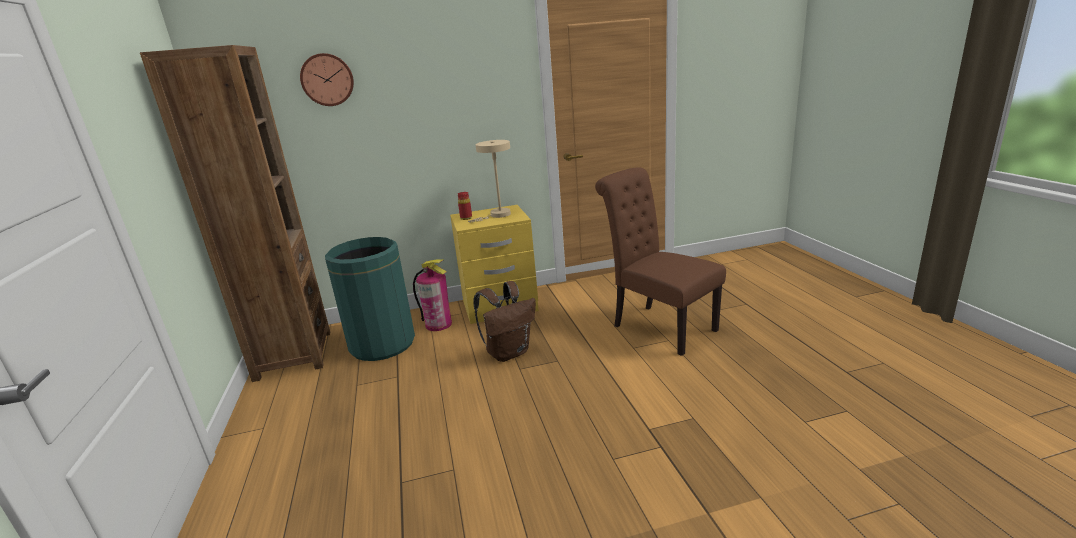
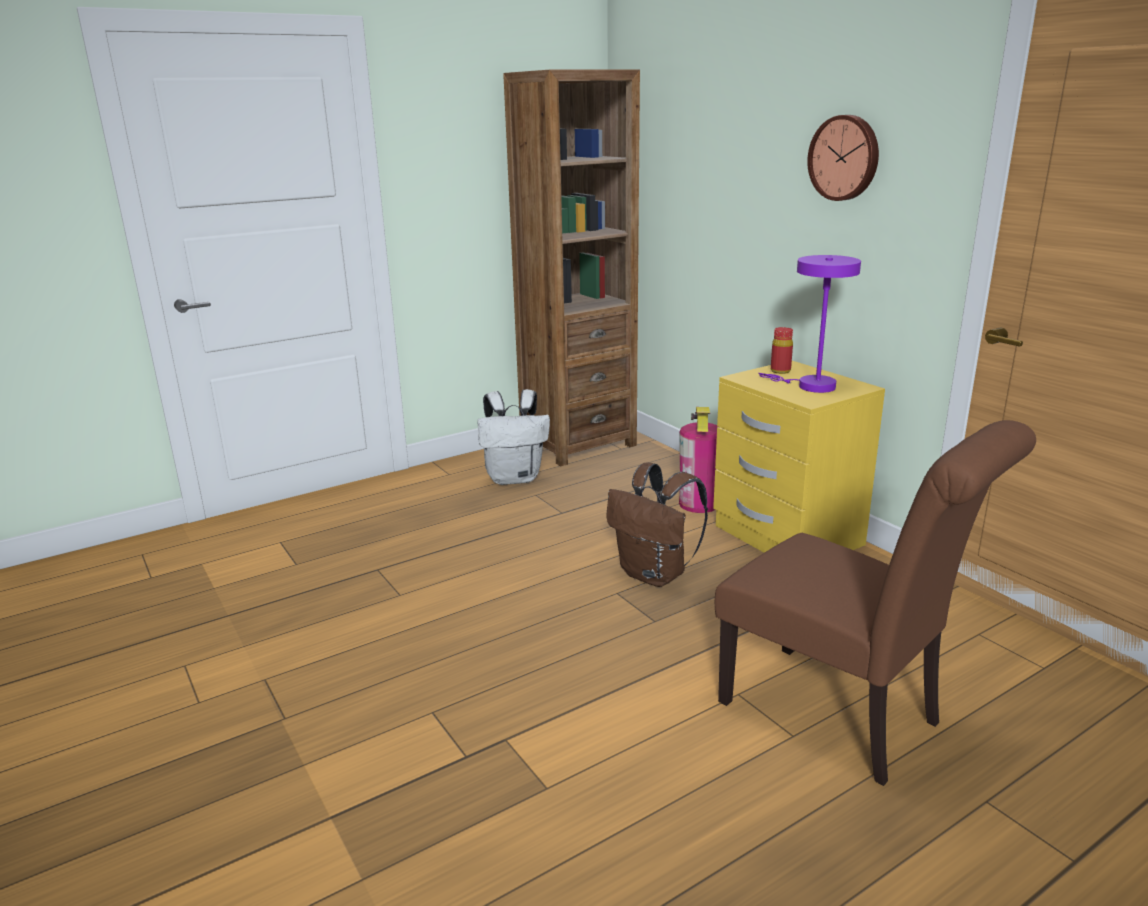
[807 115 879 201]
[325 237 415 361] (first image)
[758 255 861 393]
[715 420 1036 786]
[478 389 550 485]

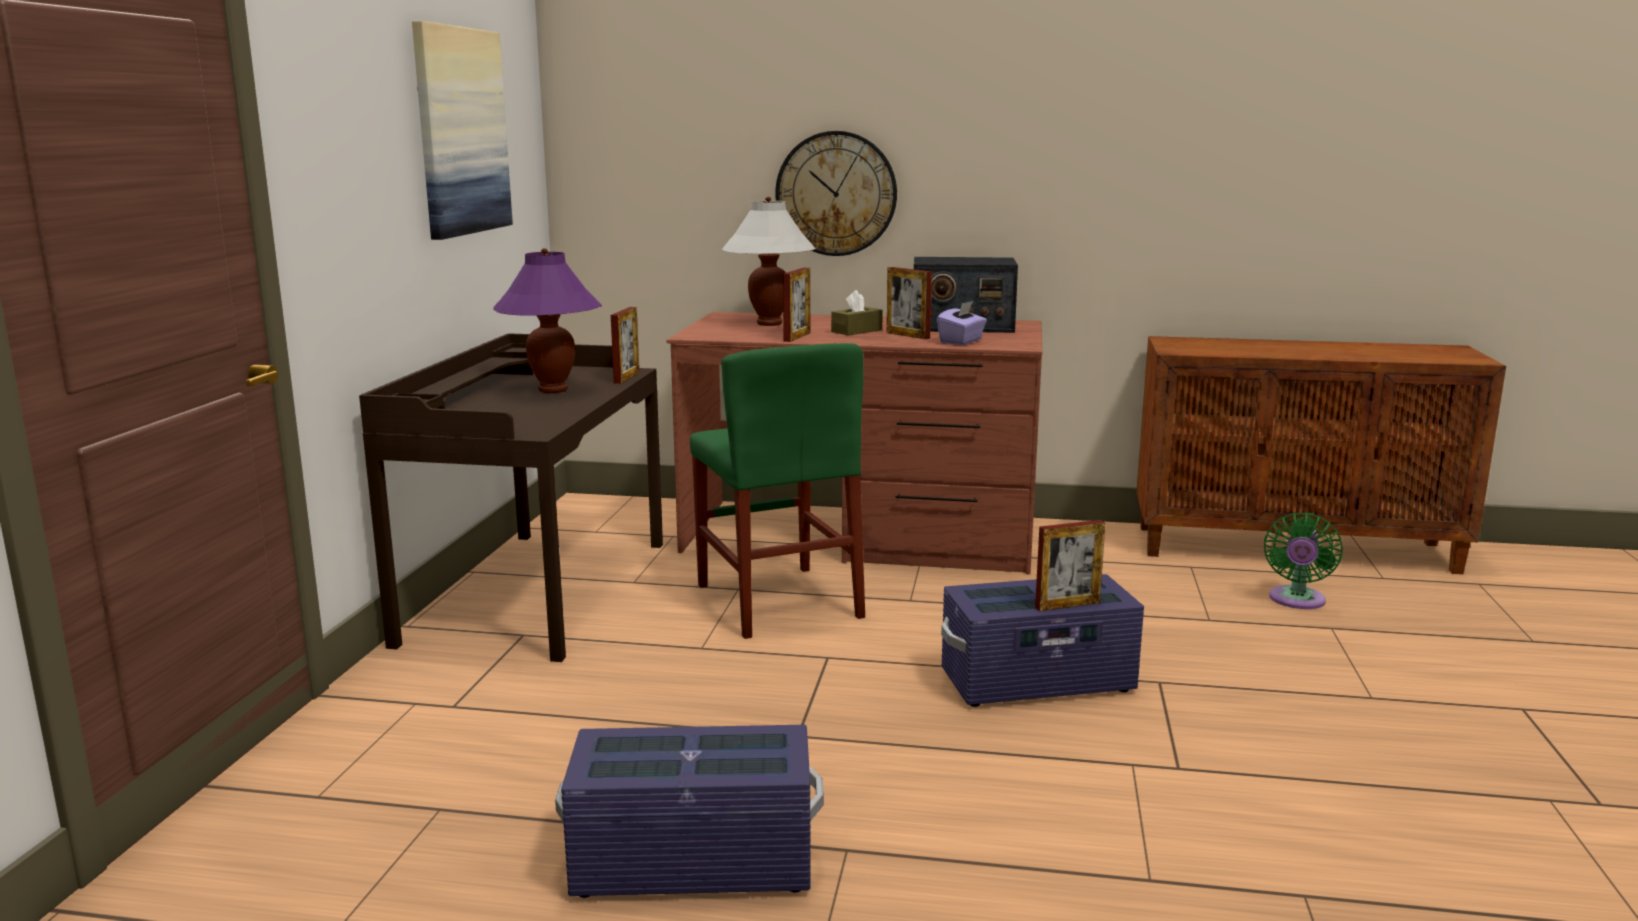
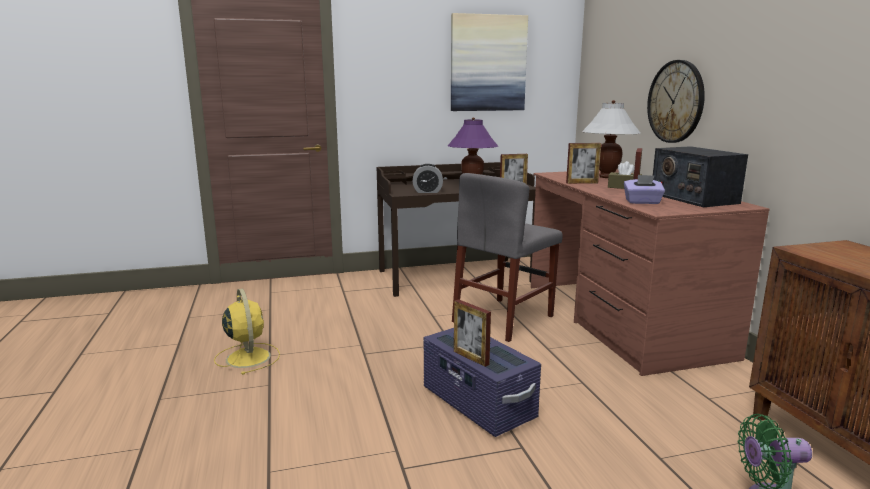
[214 288 280 375]
[452 173 563 342]
[413 164 443 193]

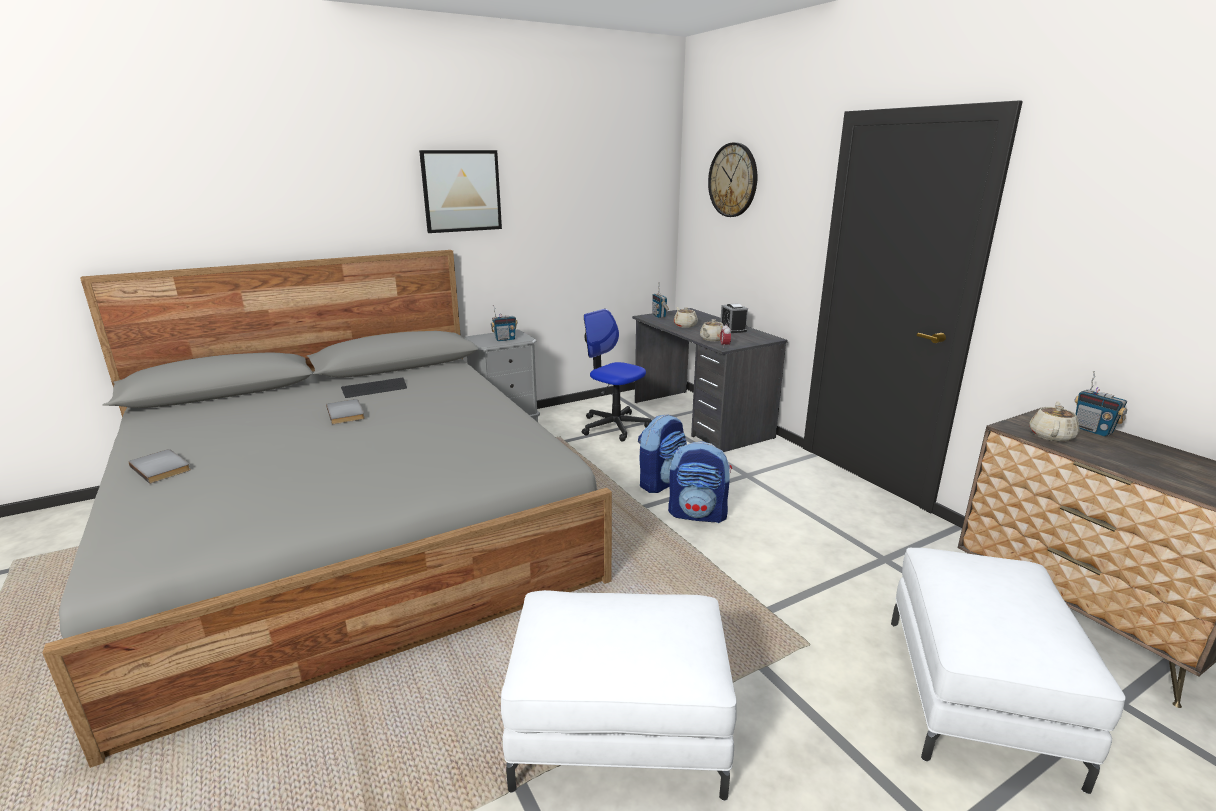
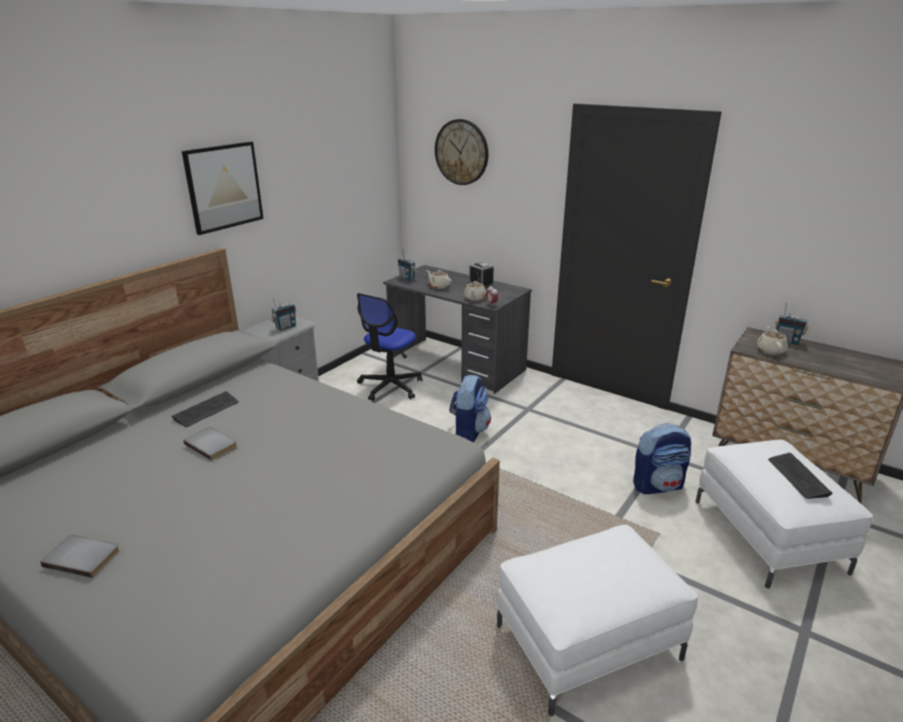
[357 293 422 401]
[633 423 691 494]
[768 453 833 499]

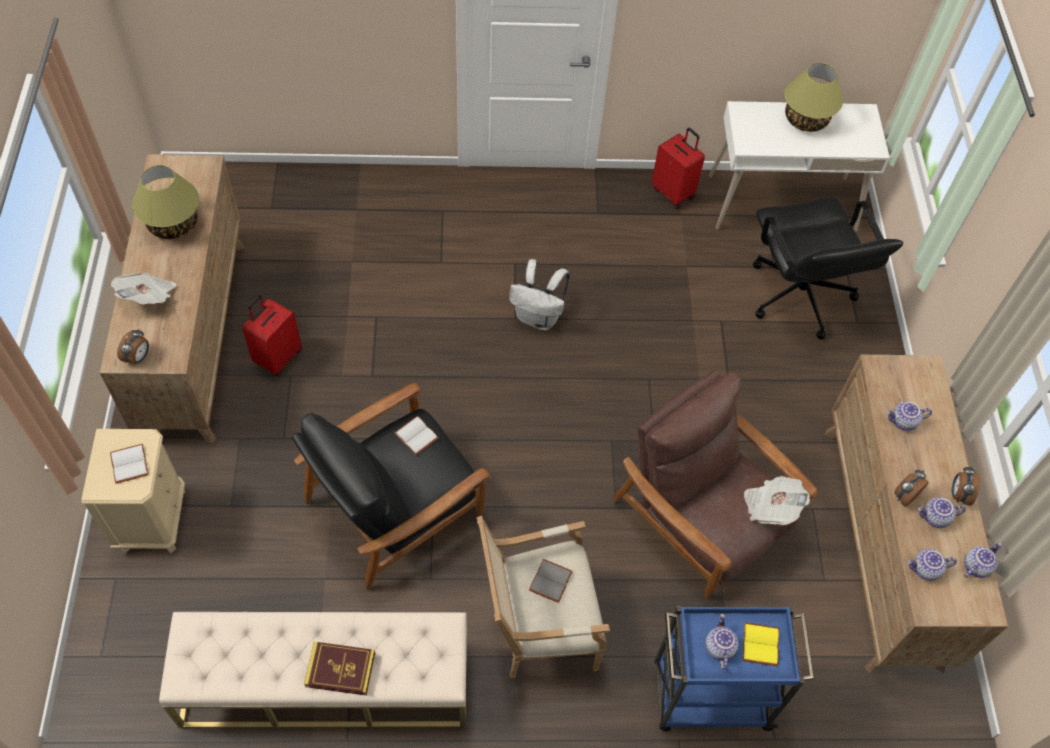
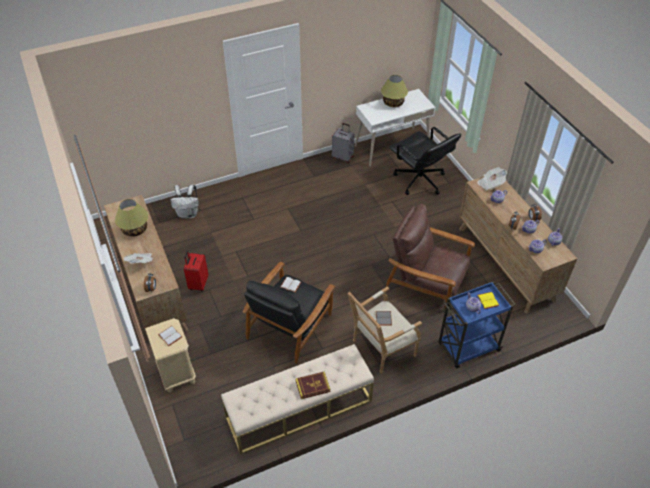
[170 184 199 218]
[332 123 354 163]
[477 167 507 191]

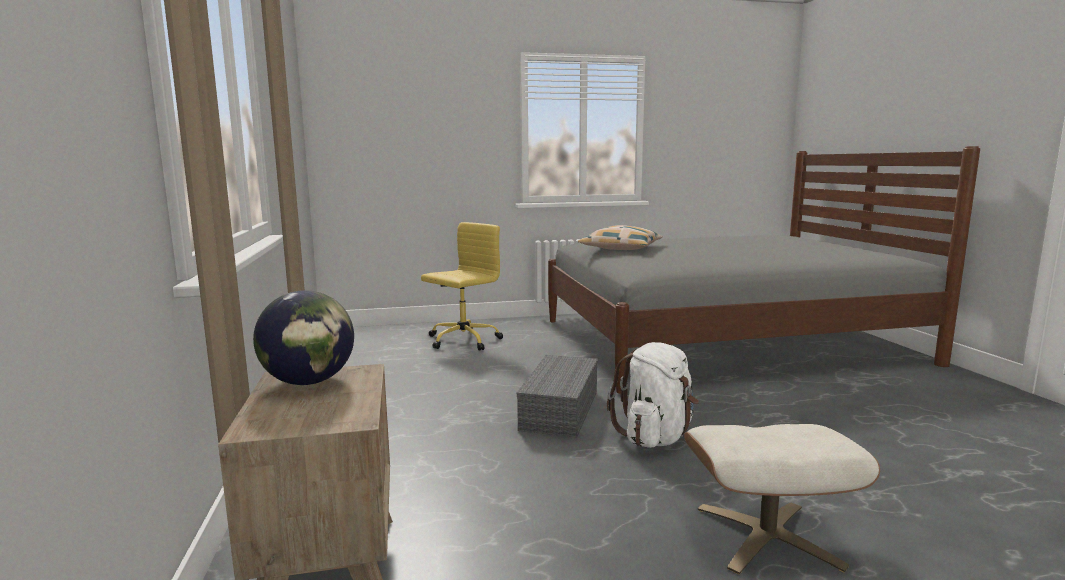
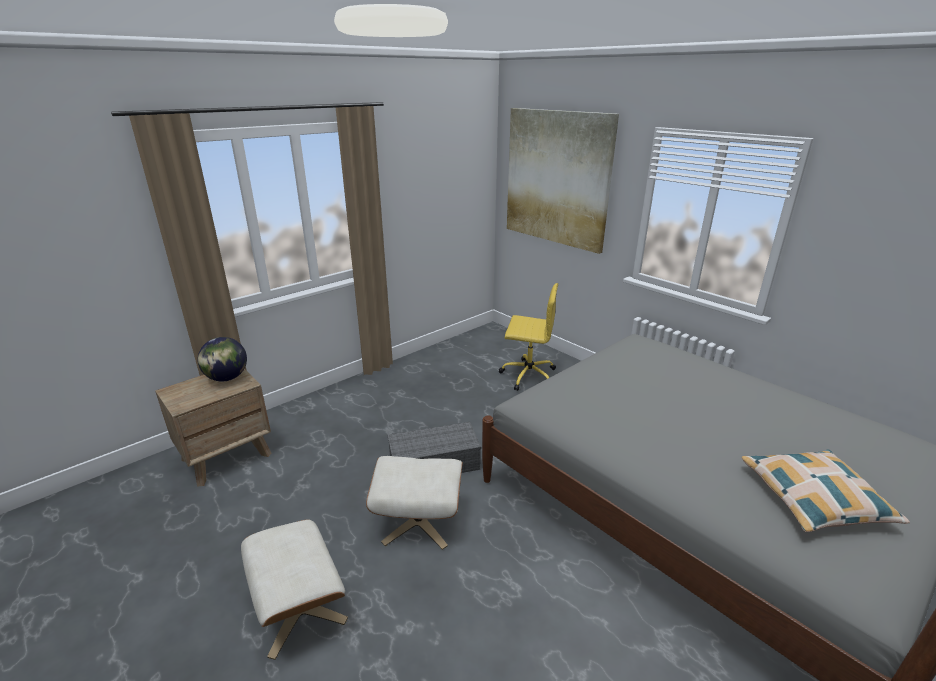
[742 450 910 532]
[366 456 463 550]
[507 108 619 254]

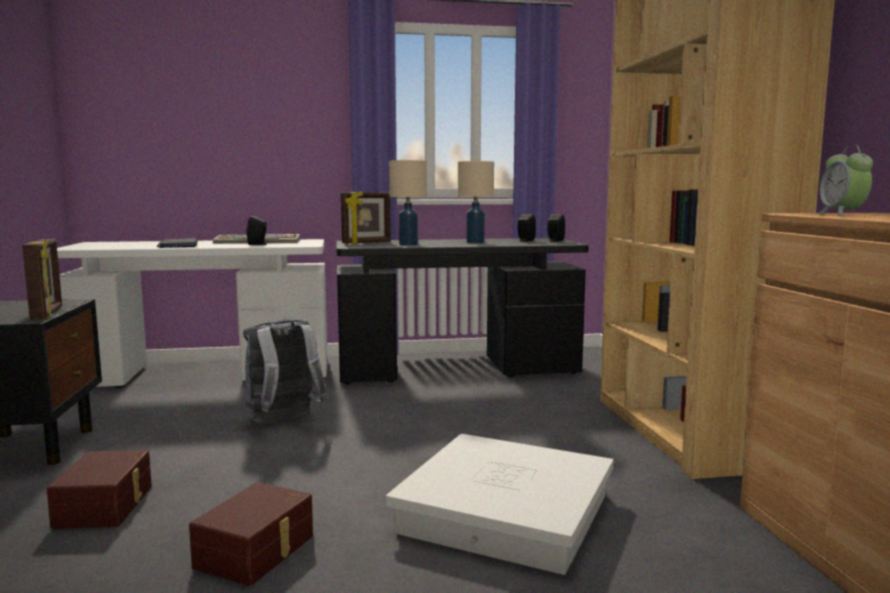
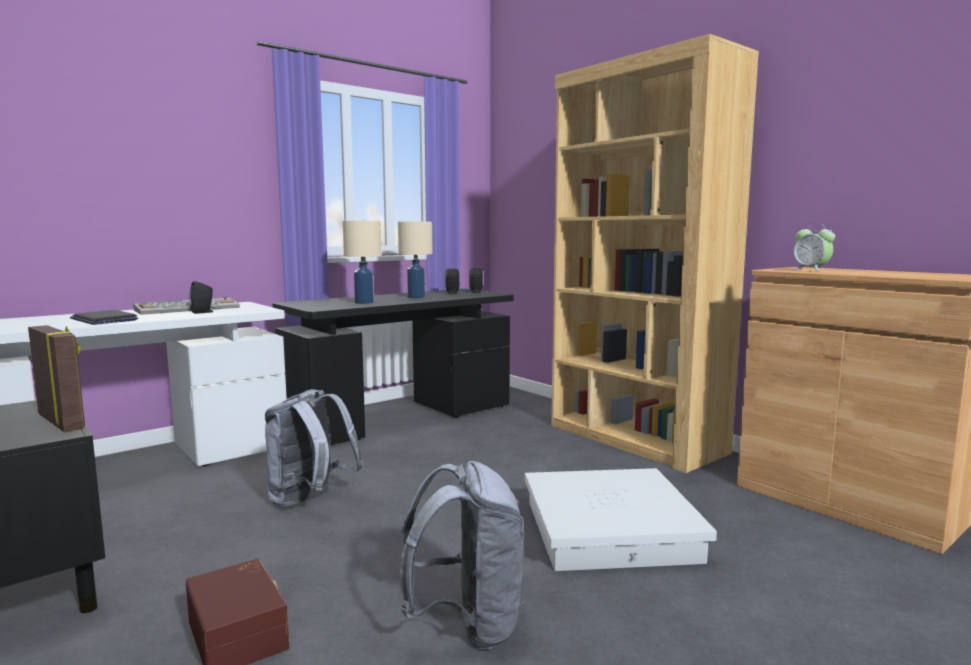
[400 461 524 649]
[341 191 391 244] (first image)

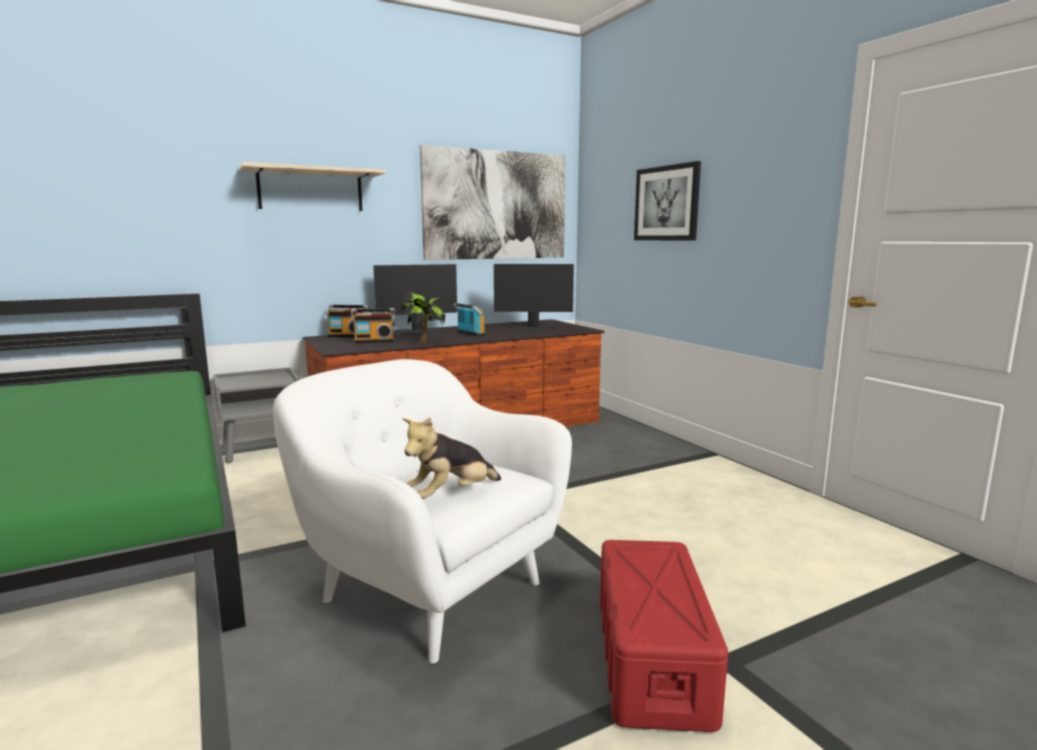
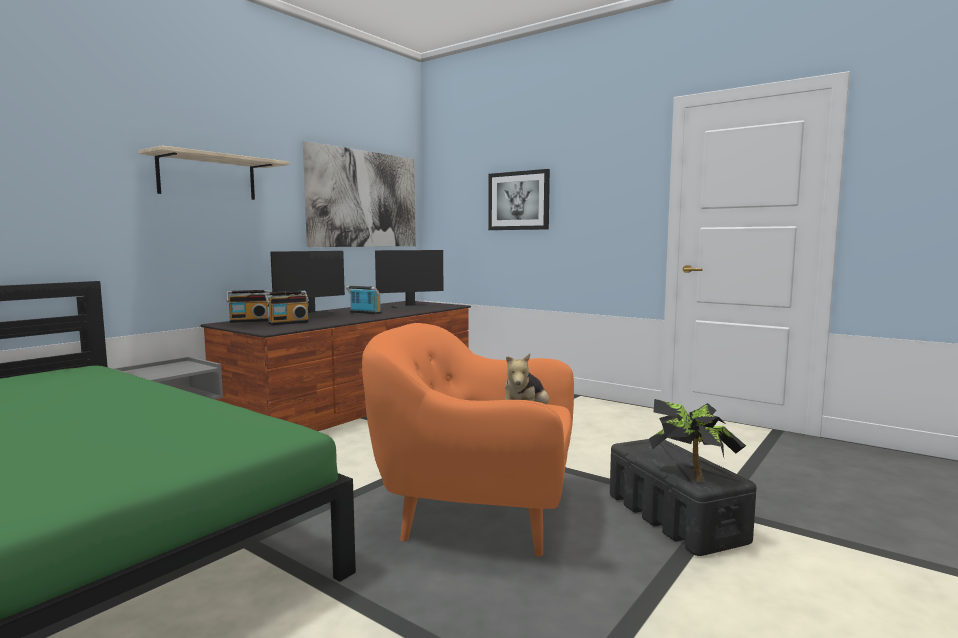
[362 323 574 557]
[649 399 746 482]
[610 439 757 556]

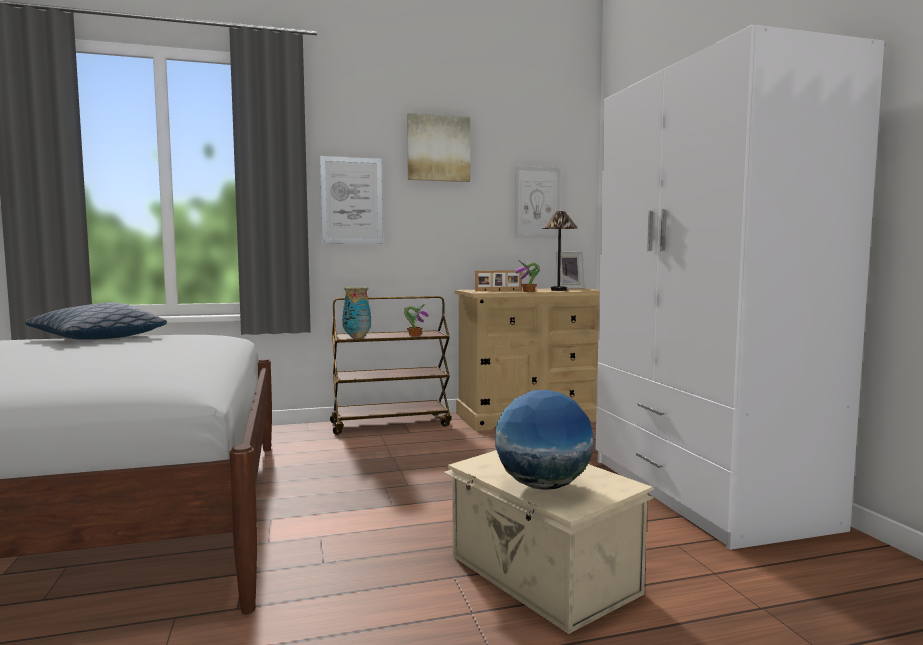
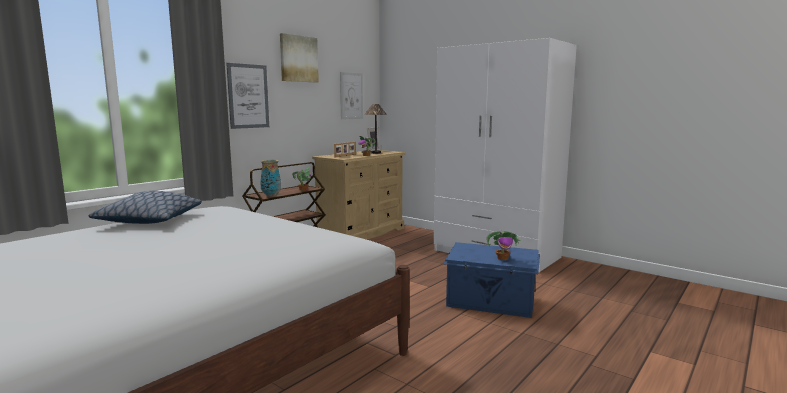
[443 242 540 318]
[486 231 521 260]

